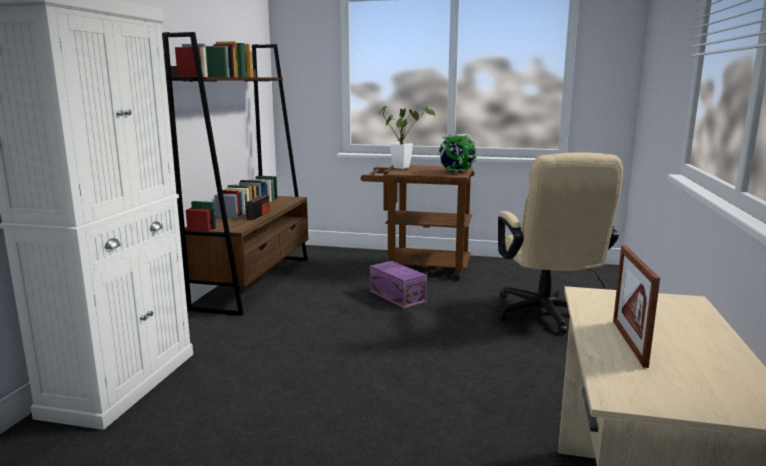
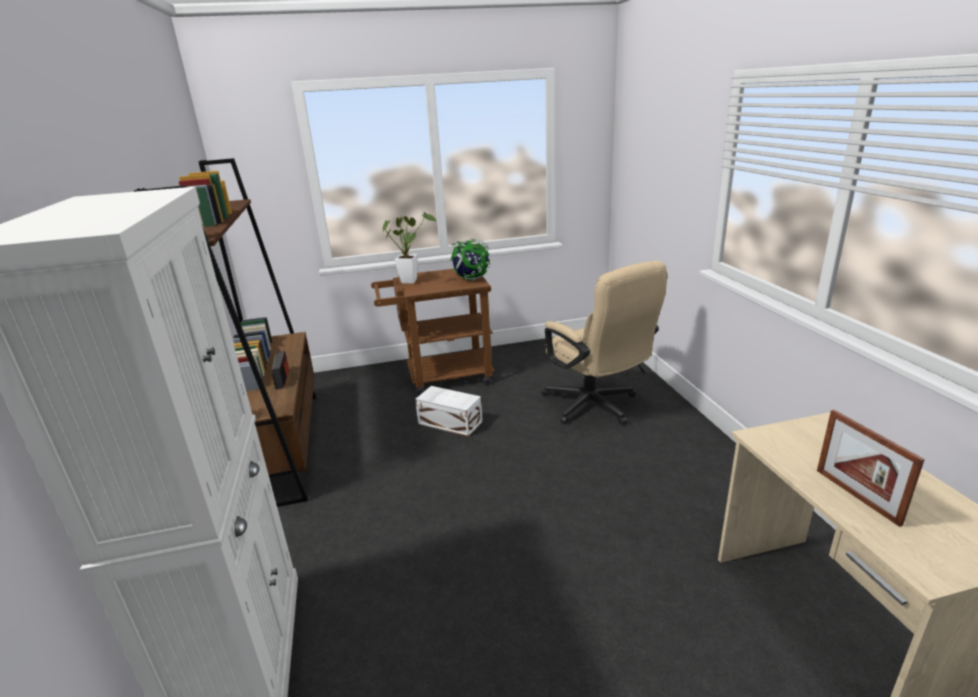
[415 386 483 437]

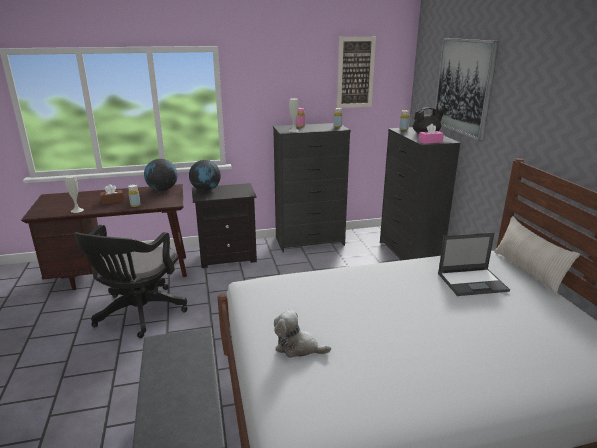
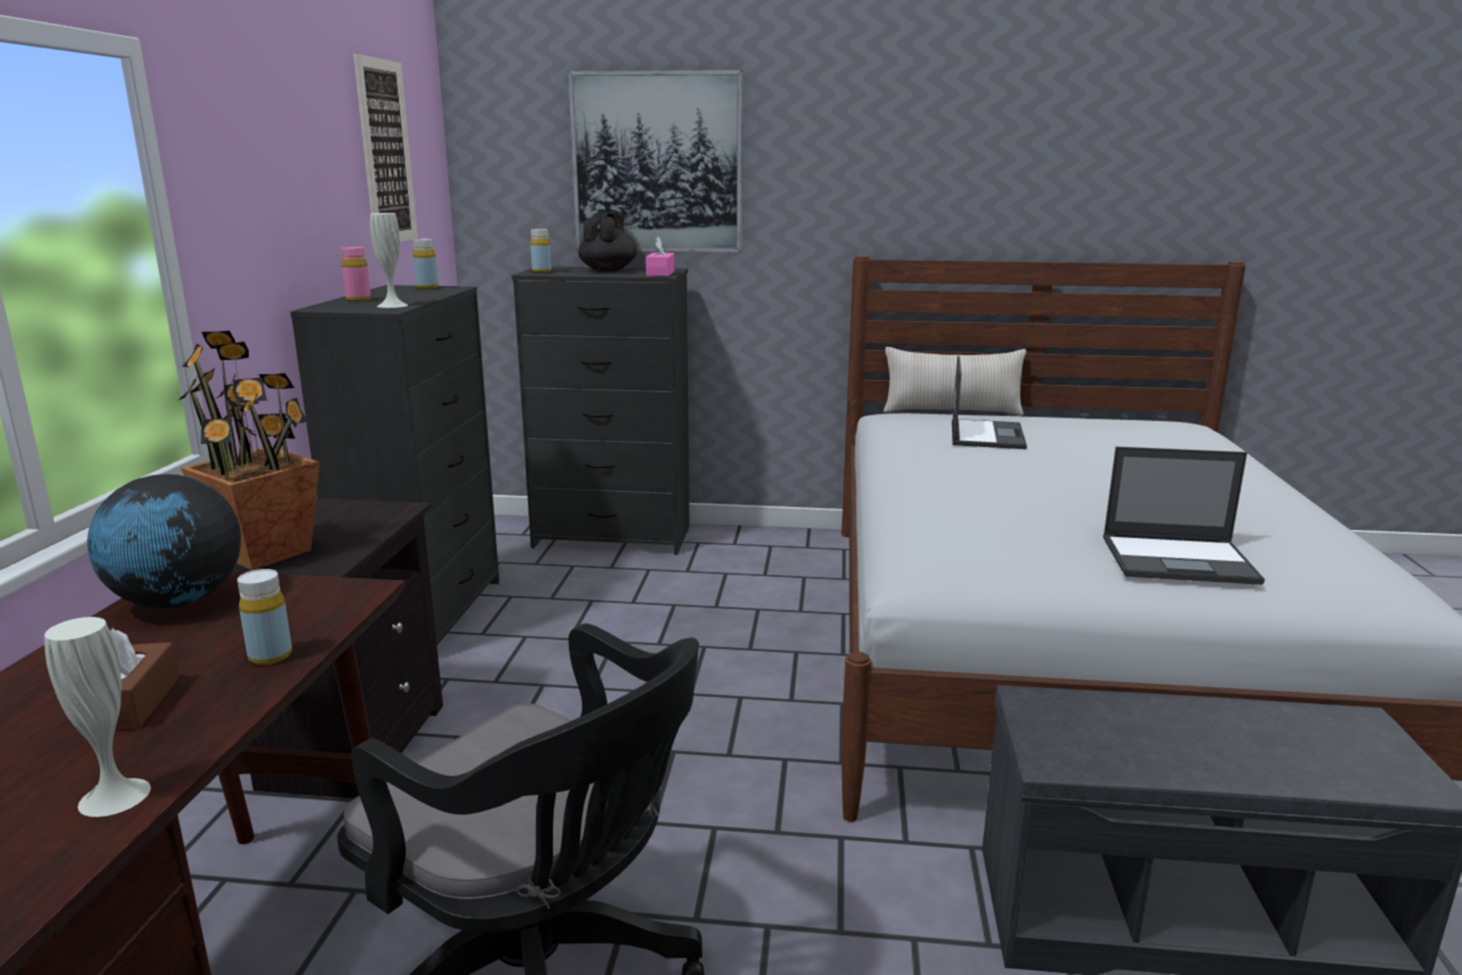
[179 331 320 570]
[1103 447 1265 585]

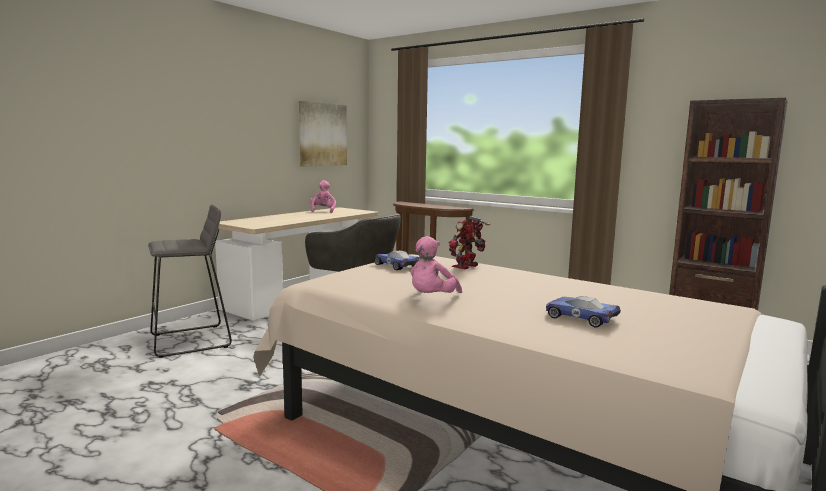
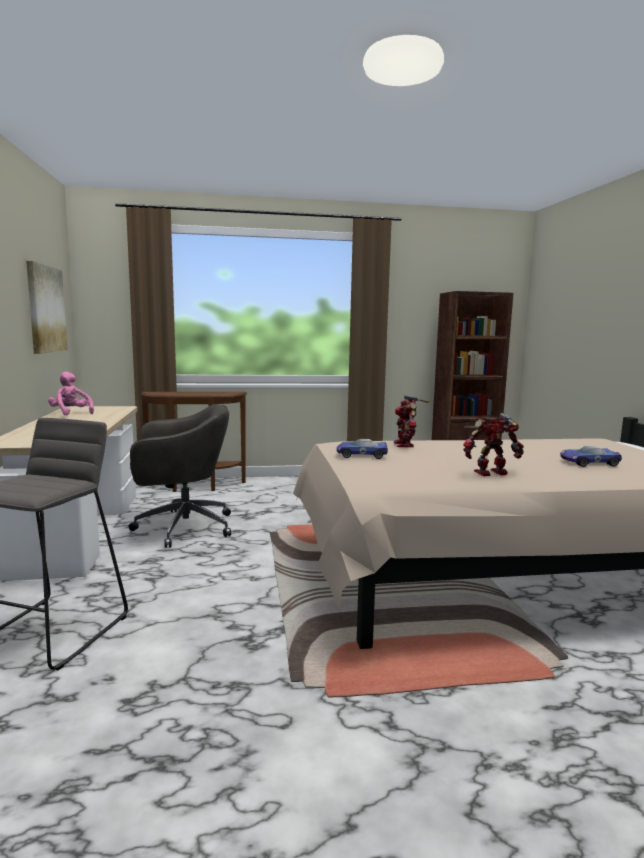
[463 413 524 476]

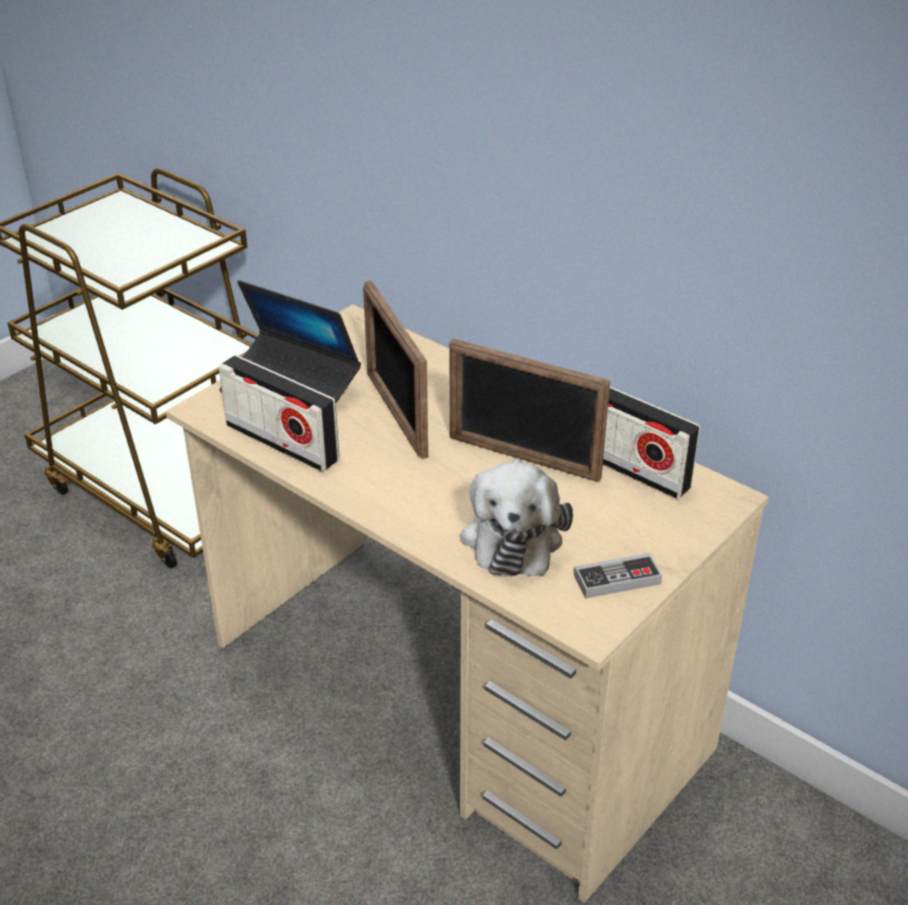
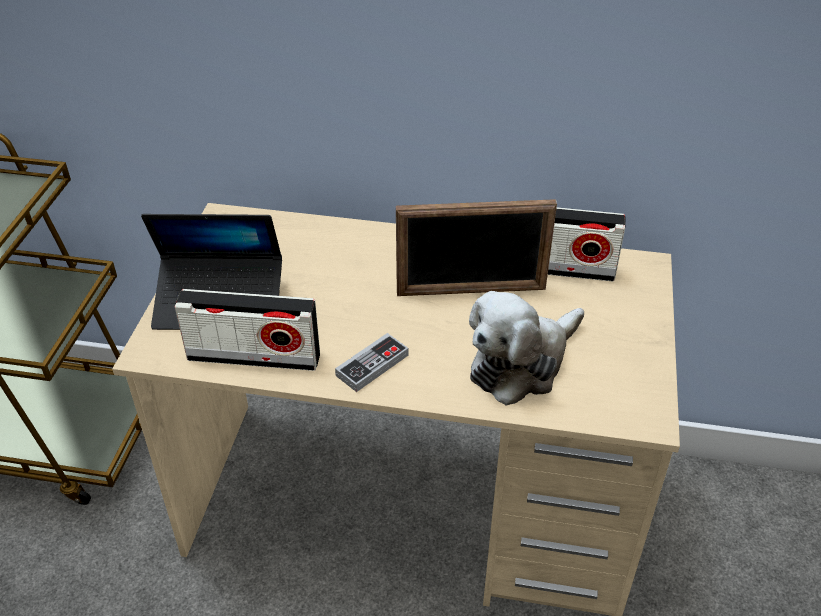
[363 281 428 459] (first image)
[469 291 584 406]
[335 333 408 392]

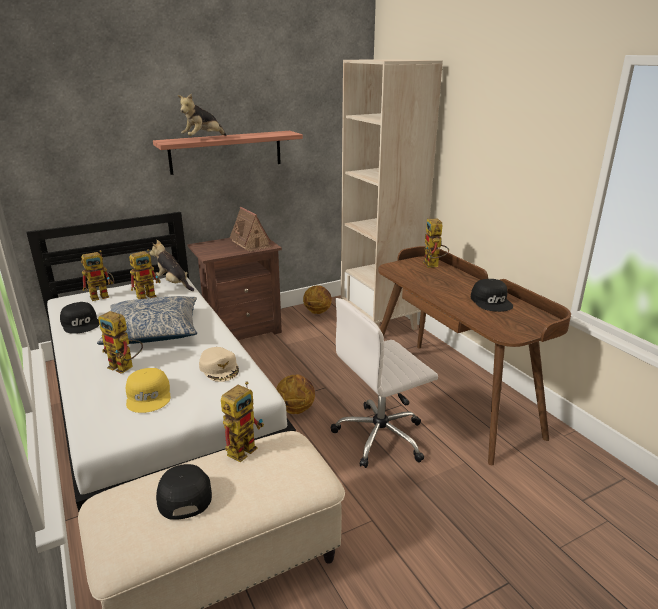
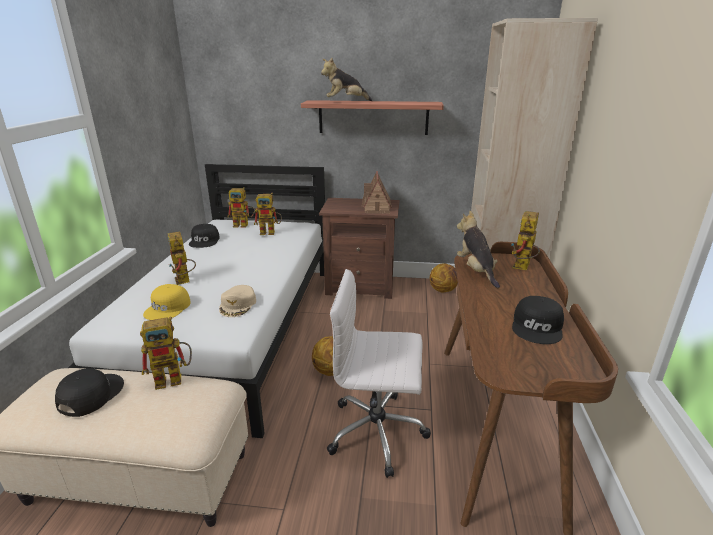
[97 296 197 345] (first image)
[457 211 500 288]

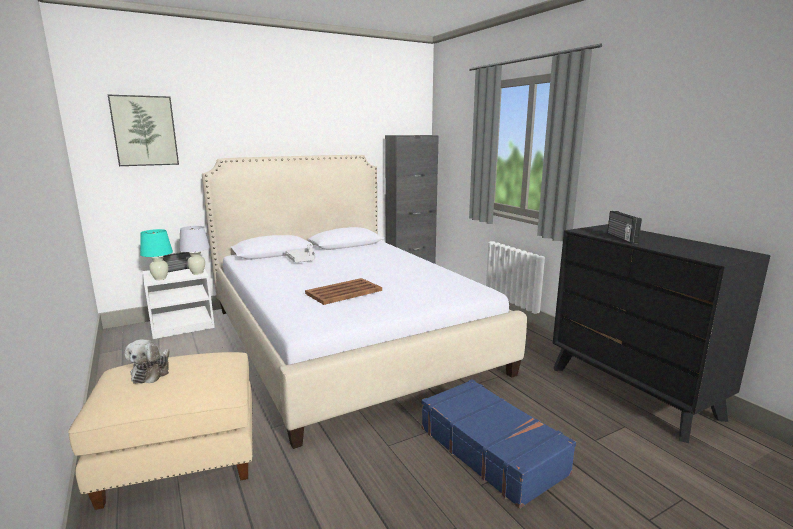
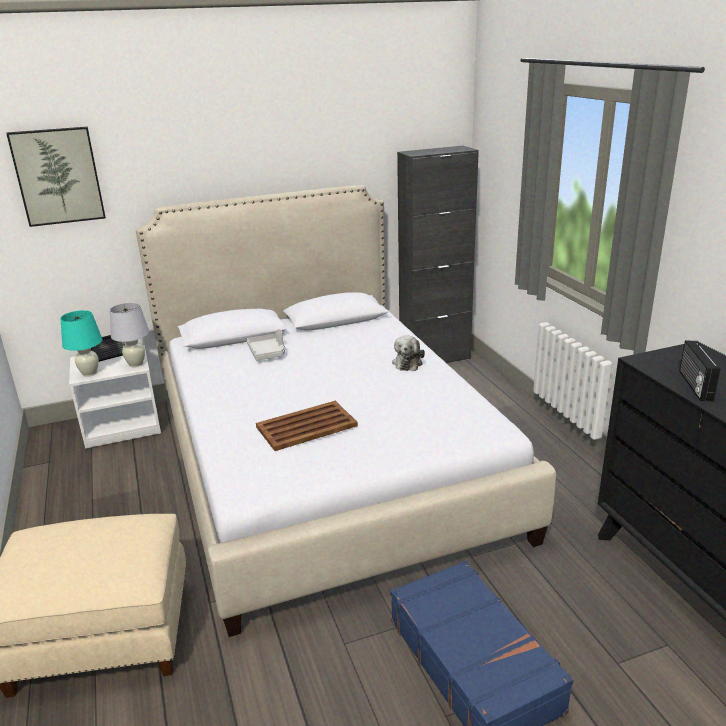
[392 336 425 371]

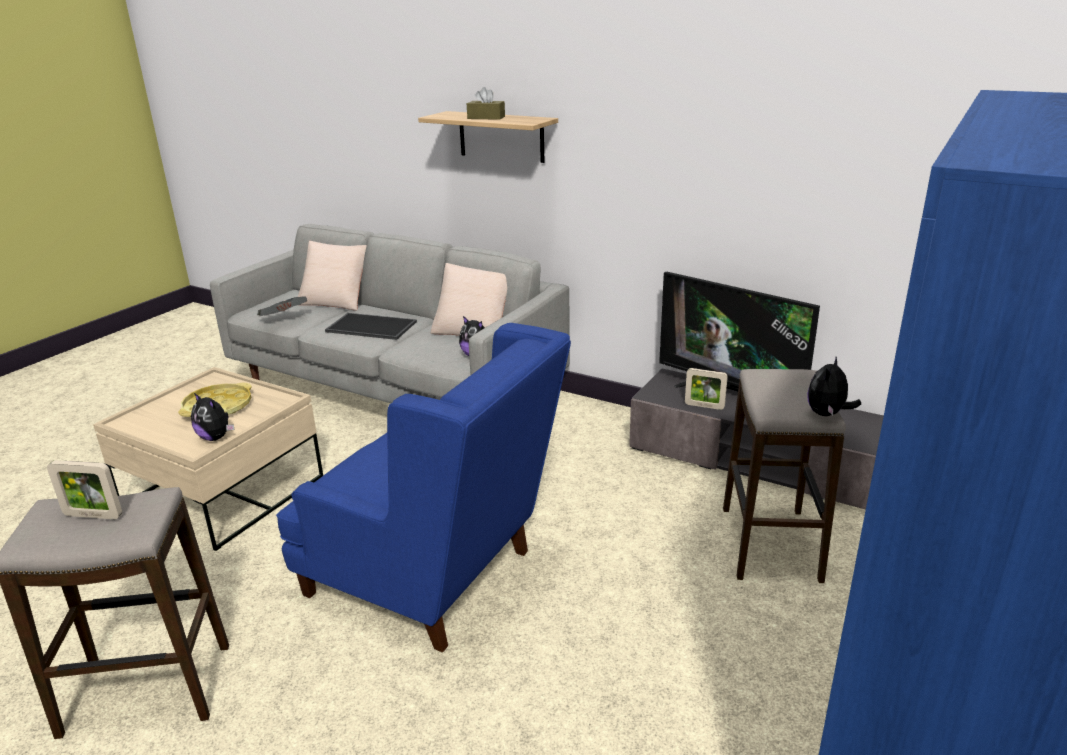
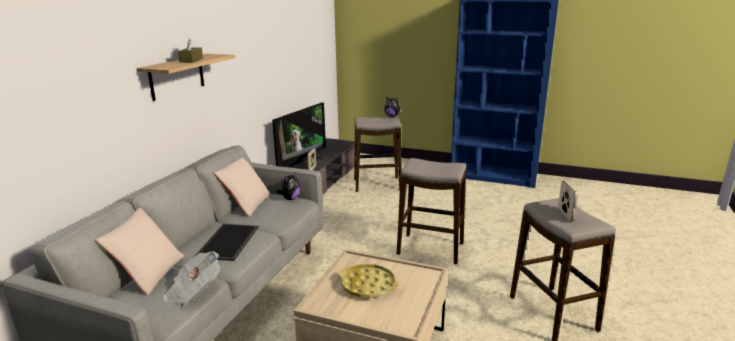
[191 393 234 441] (first image)
[397 158 466 264]

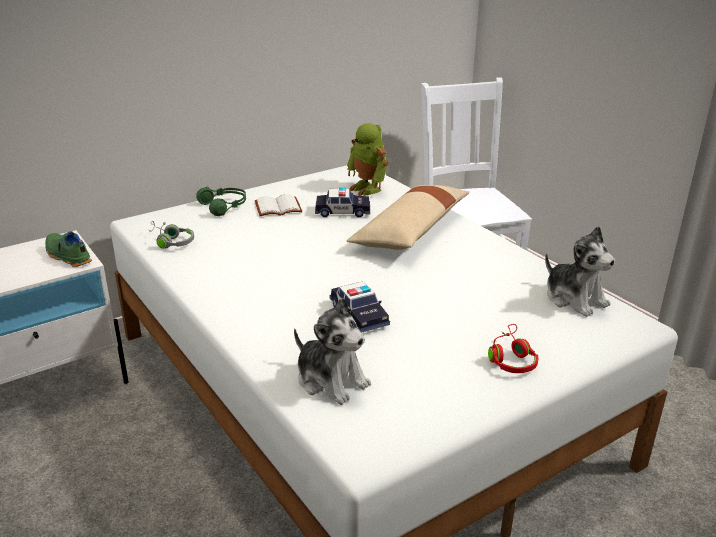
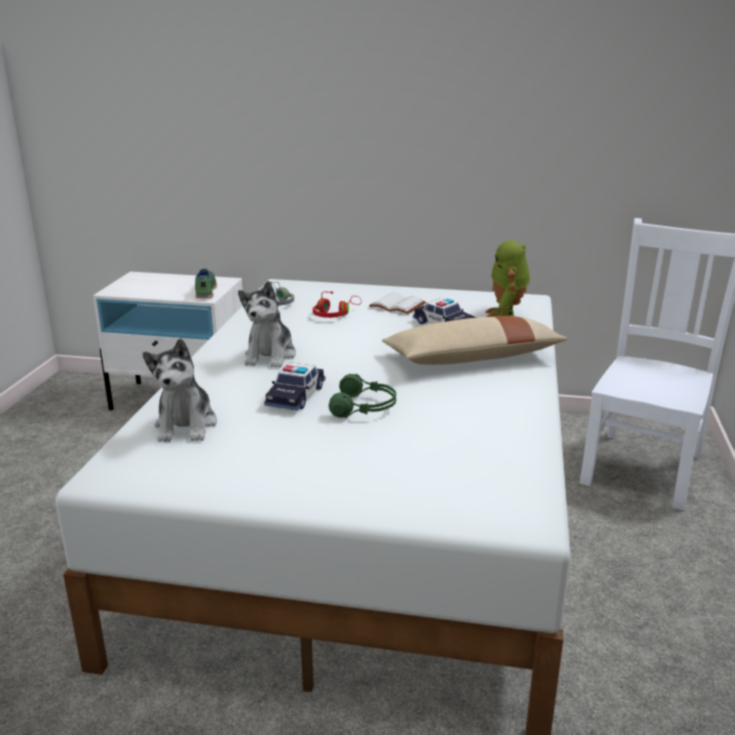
[329 374 396 418]
[313 291 362 318]
[238 281 296 368]

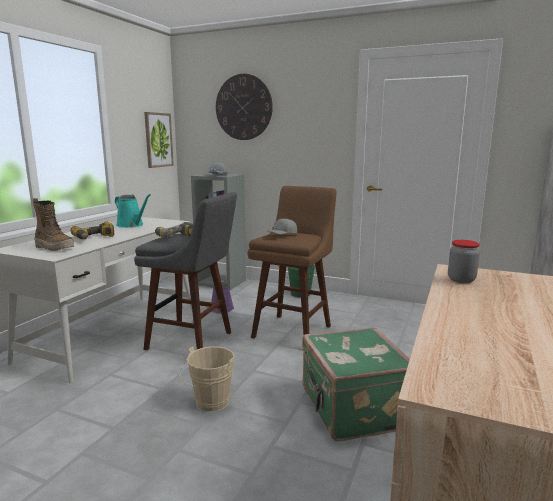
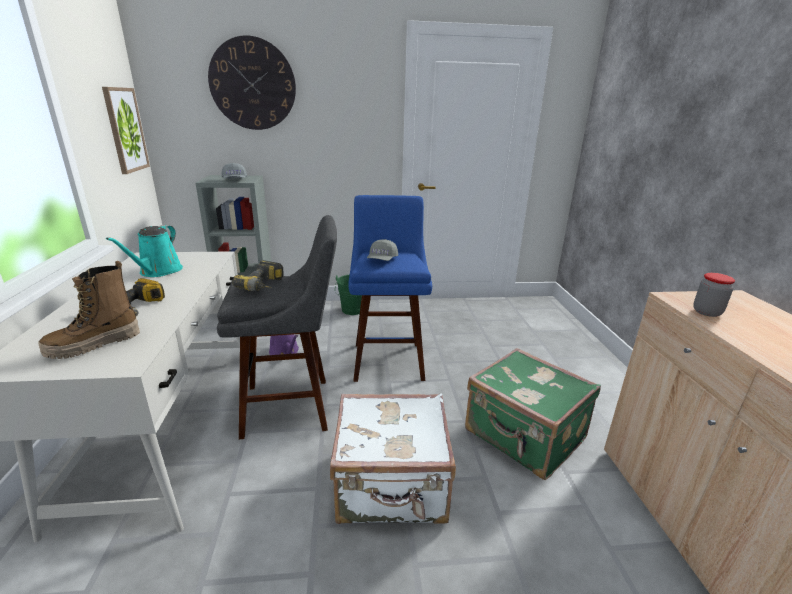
[39 261 140 359]
[106 225 183 277]
[330 394 456 524]
[348 195 432 382]

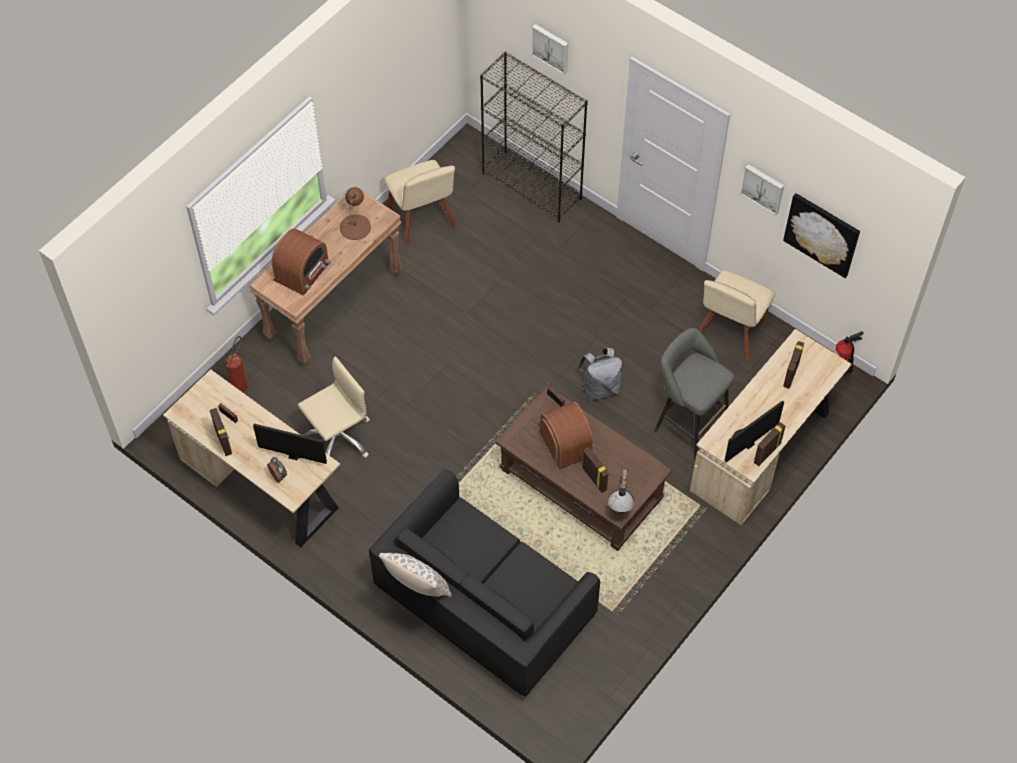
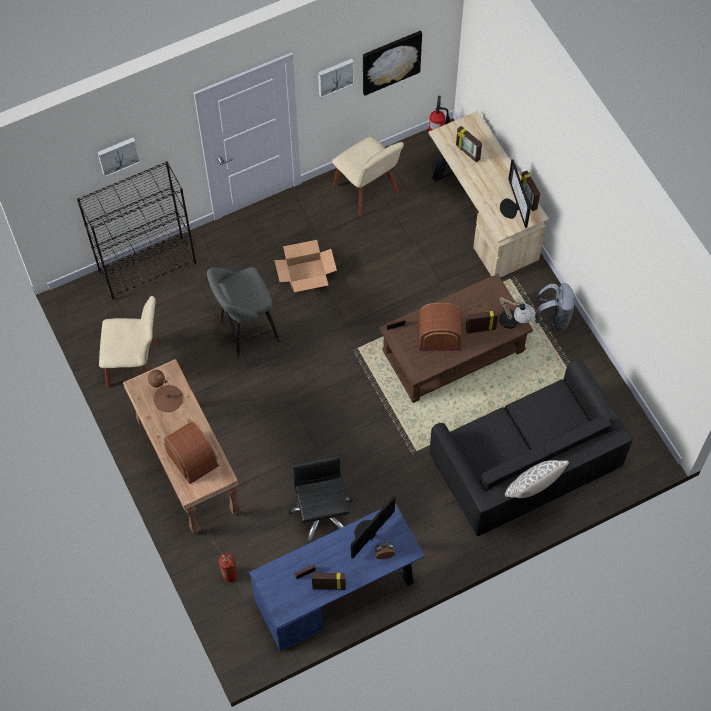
[249 503 425 651]
[288 455 353 544]
[535 283 575 331]
[207 267 280 359]
[274 240 337 292]

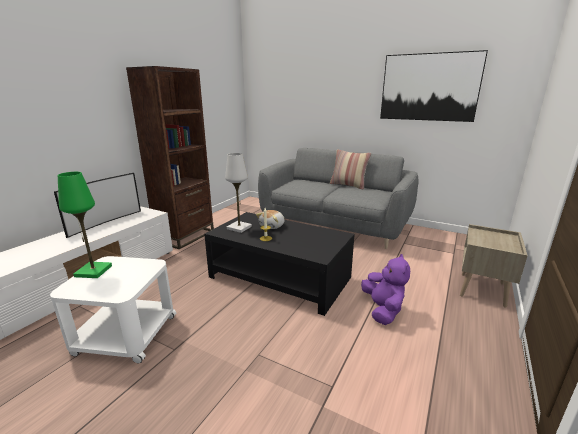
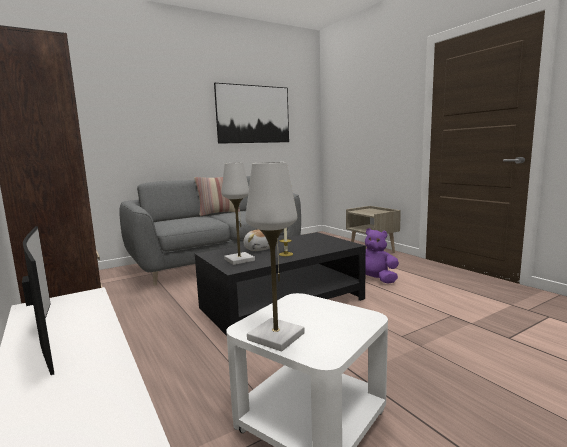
[245 162 305 351]

